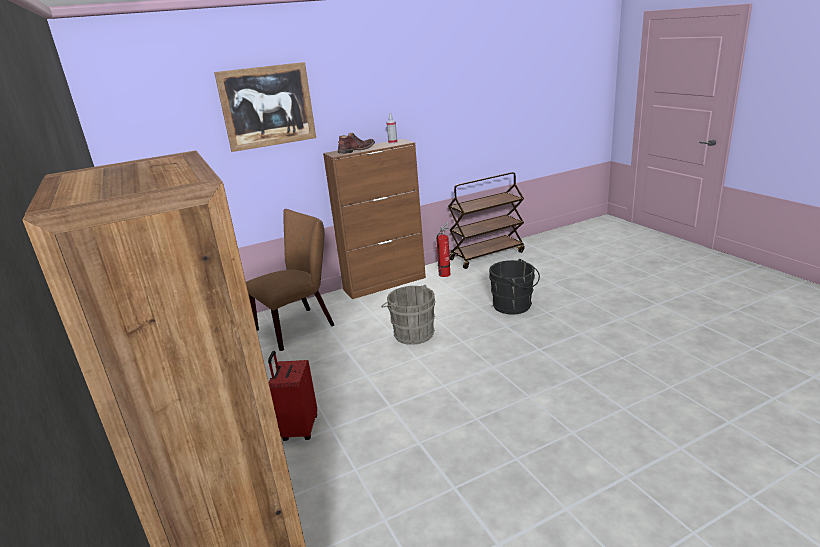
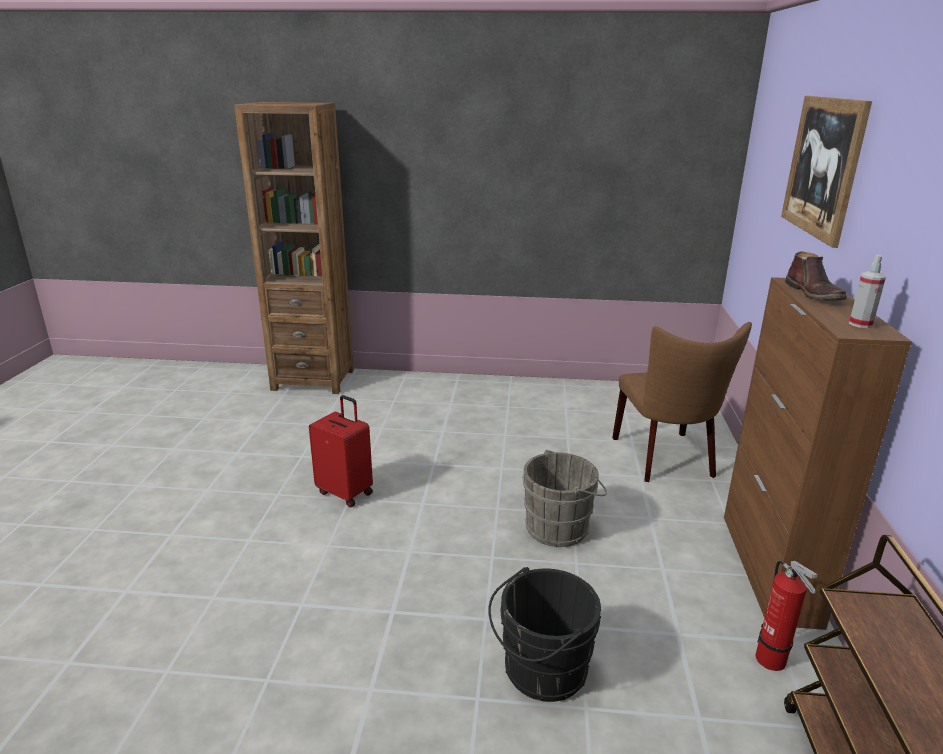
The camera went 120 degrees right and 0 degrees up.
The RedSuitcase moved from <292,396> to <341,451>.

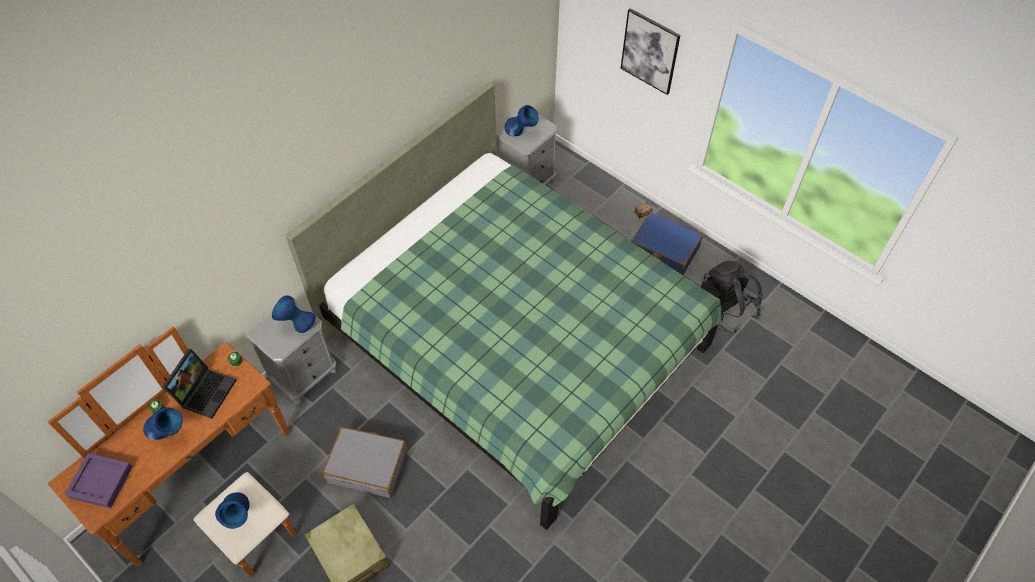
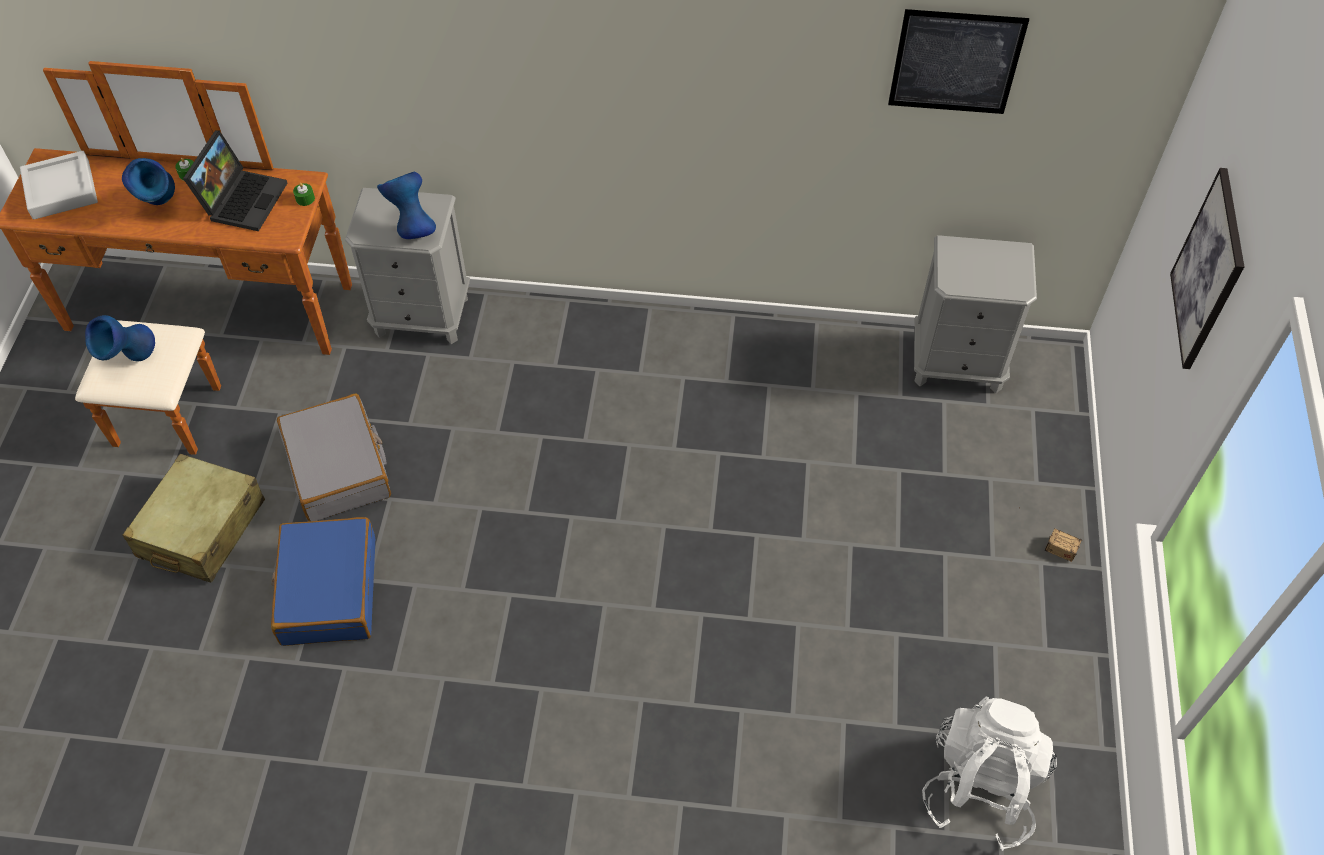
The camera went 55 degrees right and 0 degrees up.
The GreenBed at <504,306> disappeared.
The BlueVase at <522,120> disappeared.
The Picture at <958,61> appeared.
The BlueSuitcase moved from <667,243> to <323,581>.
The PurpleTray at <98,480> became the GreyTray at <59,185>.
The BlackBackpack at <731,297> became the WhiteBackpack at <989,773>.
The Laptop at <199,384> turned 60 degrees counterclockwise.

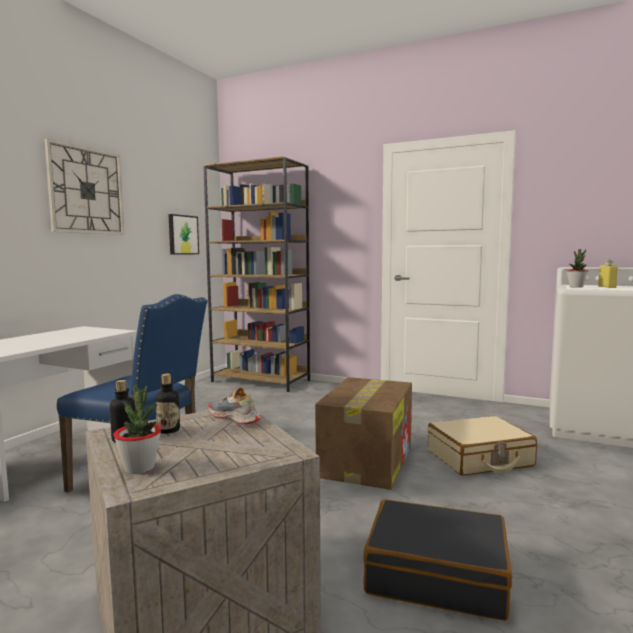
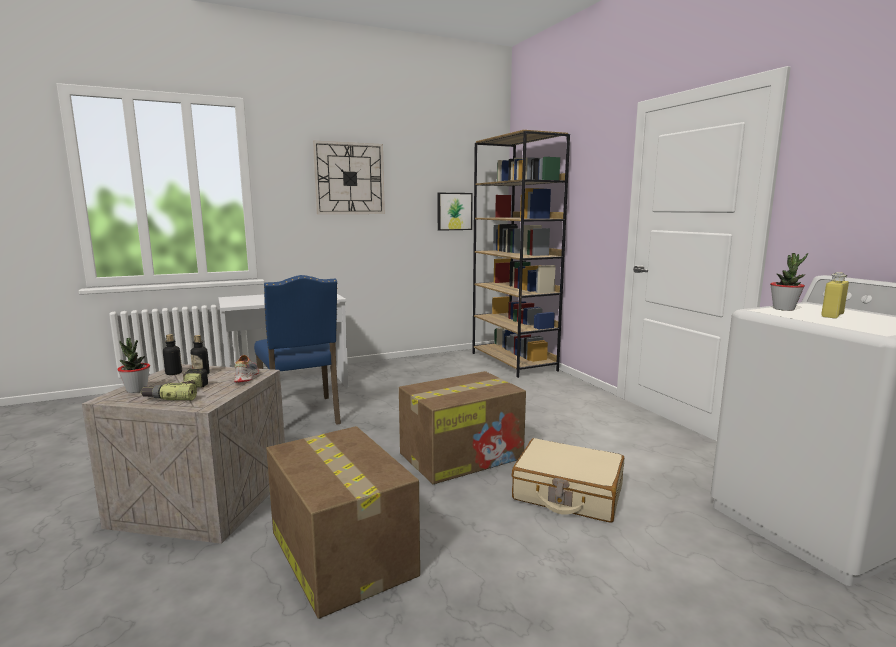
The camera went 40 degrees right and 5 degrees up.
The PowerDrill at <174,385> appeared.
The BlackSuitcase at <437,560> was replaced by the CardboardBox at <343,522>.

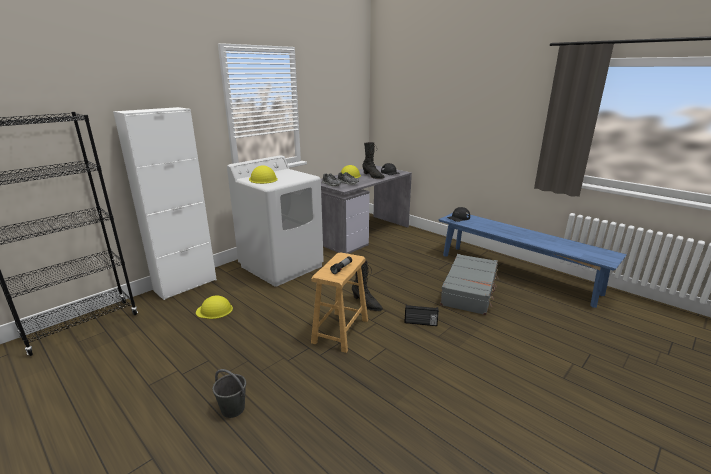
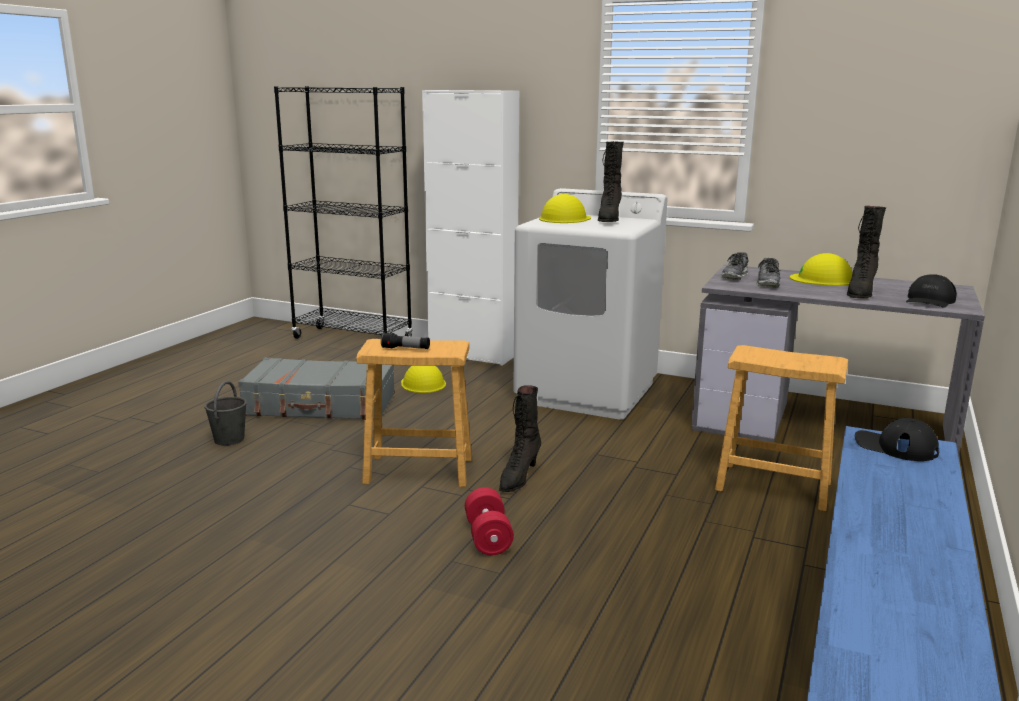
The camera went 70 degrees right and 5 degrees down.
The BlackBoot at <611,181> appeared.
The BrownStool at <781,428> appeared.
The GreySuitcase moved from <469,284> to <316,389>.
The Radio at <421,315> was replaced by the RedDumbbell at <489,521>.

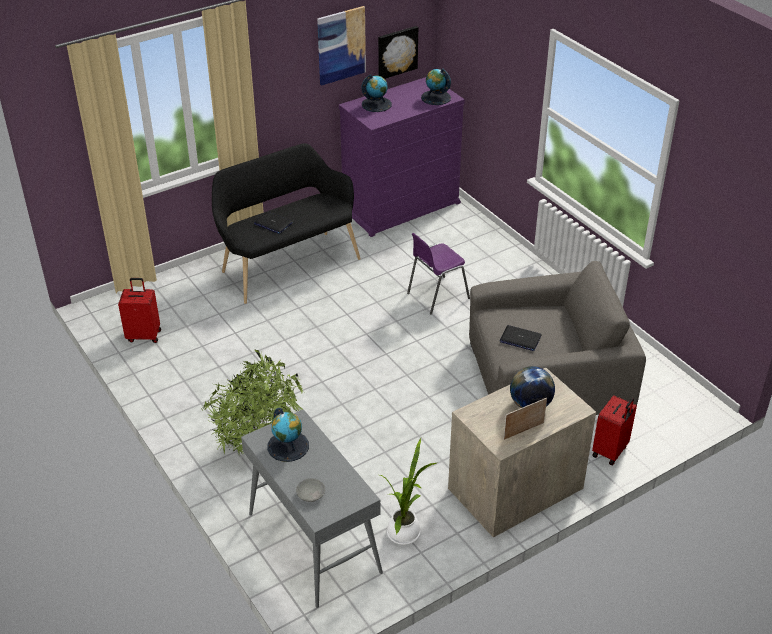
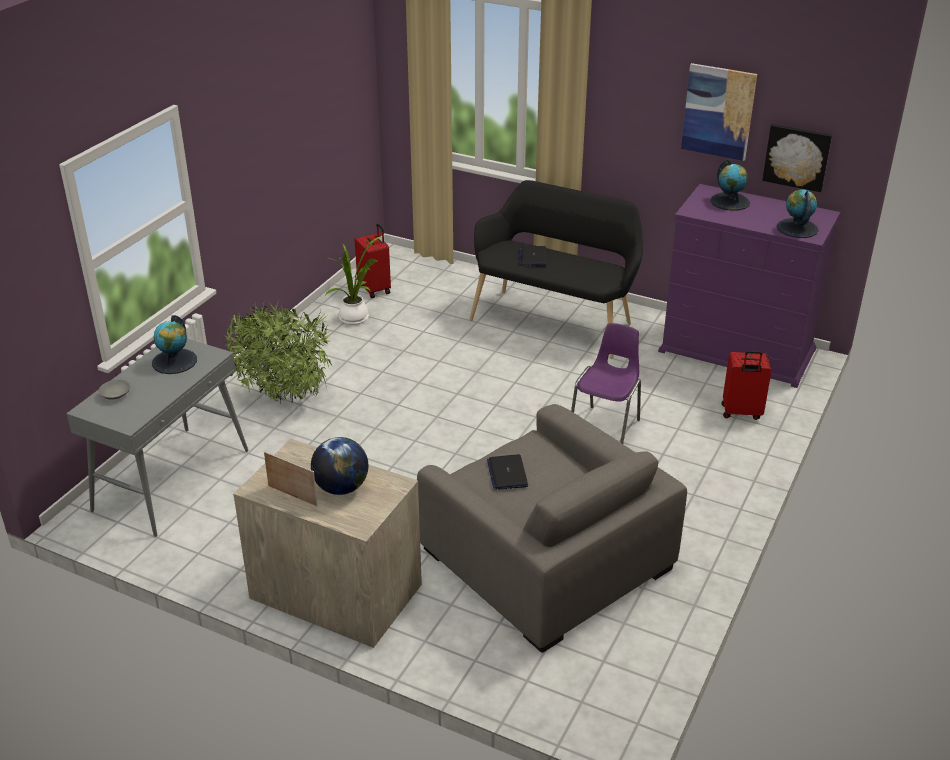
The camera went 60 degrees right and 5 degrees down.
The PottedPlant moved from <409,491> to <354,280>.
The RedSuitcase moved from <614,430> to <746,385>.
The PurpleChair at <438,274> turned 90 degrees clockwise.

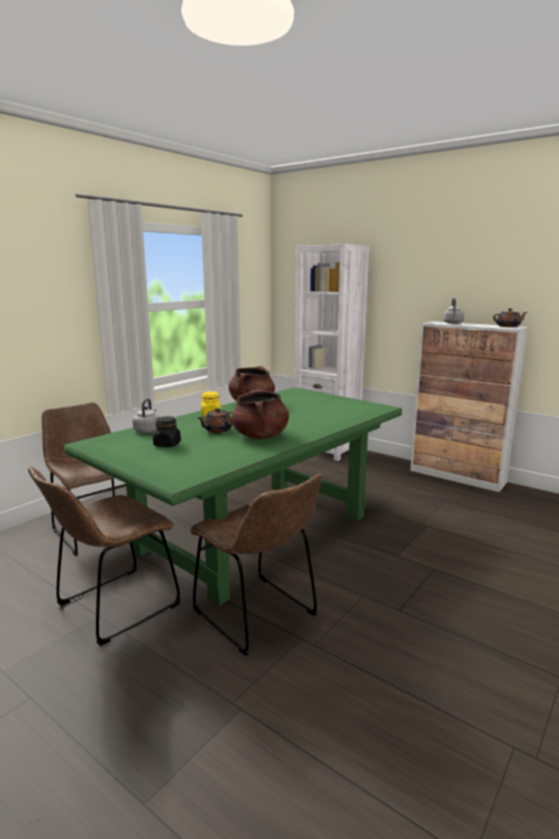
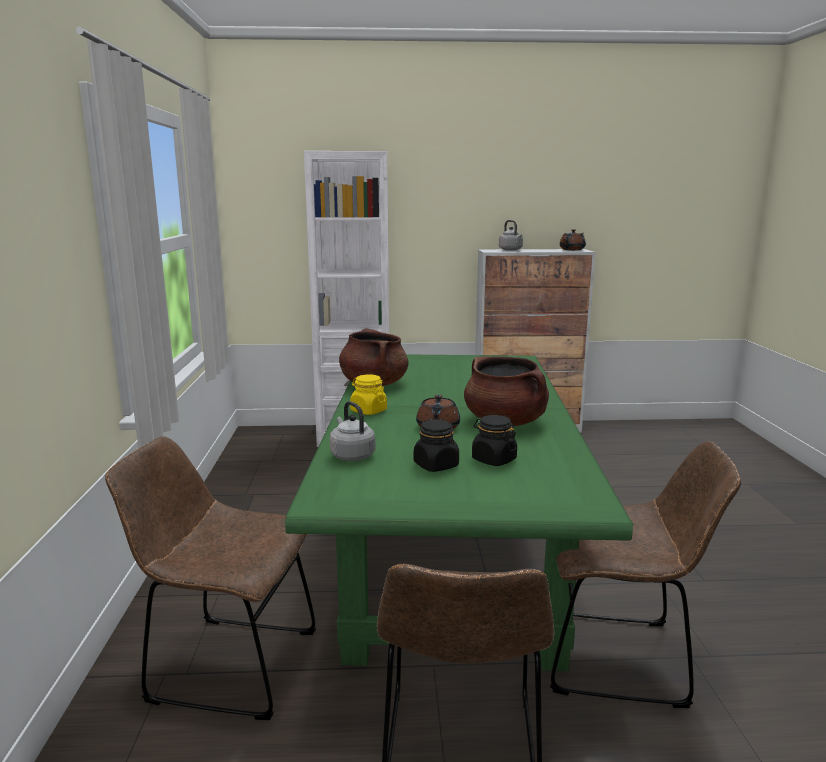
The camera went 40 degrees left and 0 degrees up.
The BlackJar at <494,440> appeared.

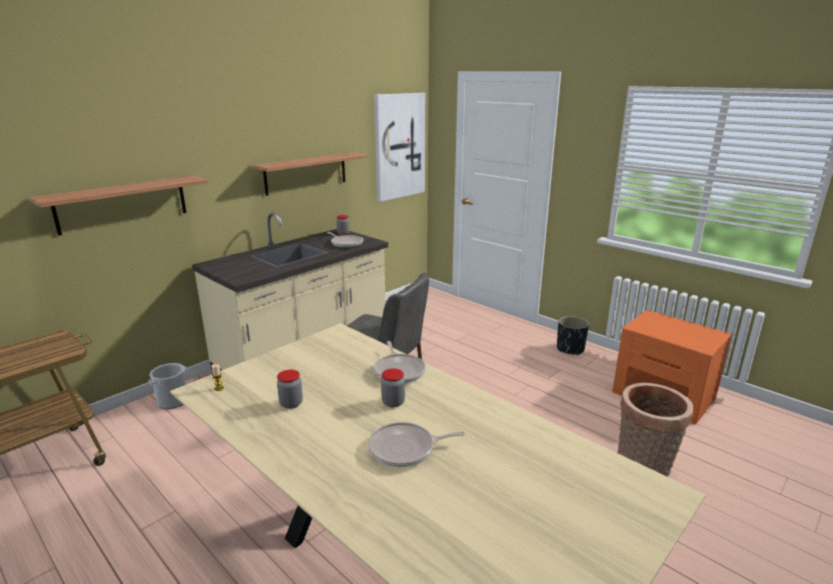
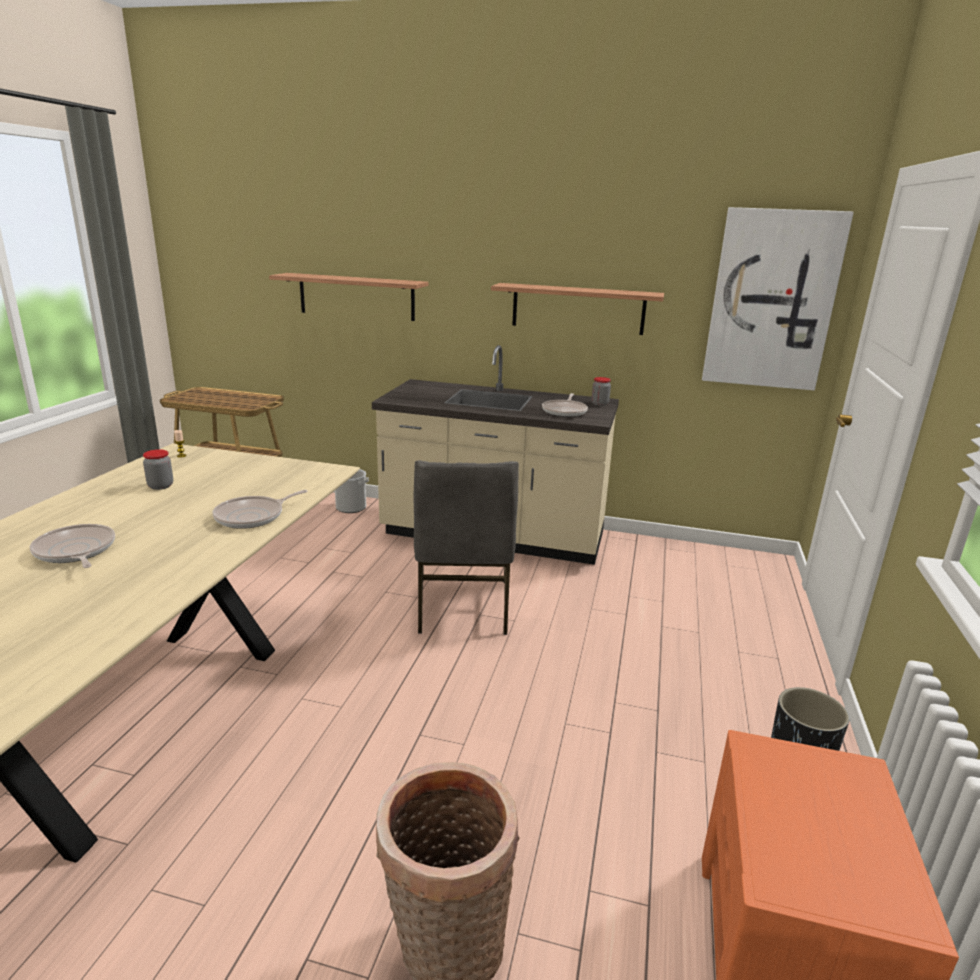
The camera went 60 degrees right and 0 degrees up.
The Jar at <393,387> disappeared.

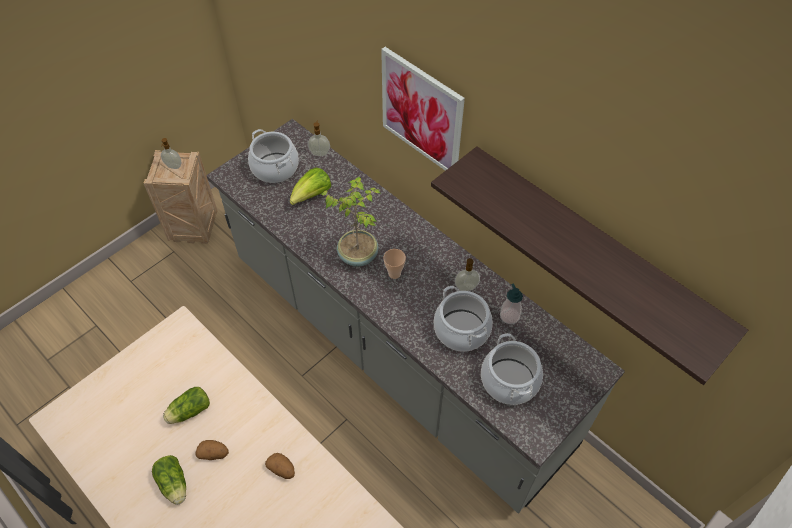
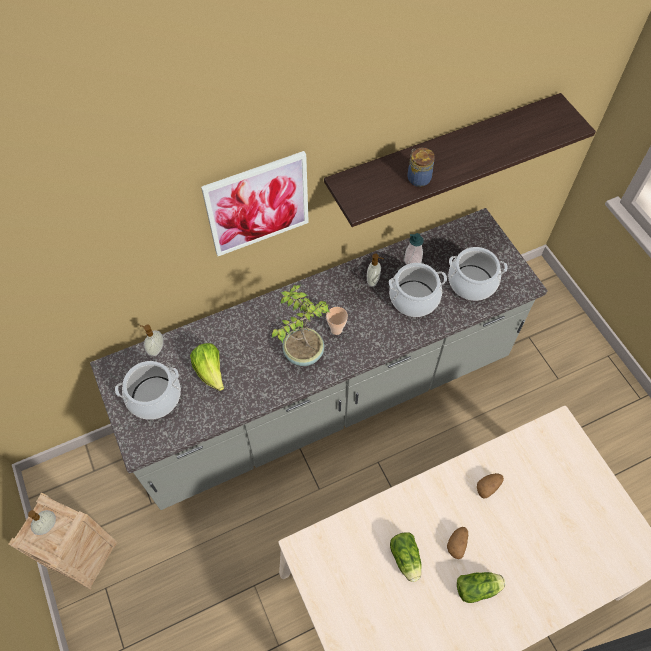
The camera went 70 degrees left and 5 degrees up.
The Jar at <421,167> appeared.

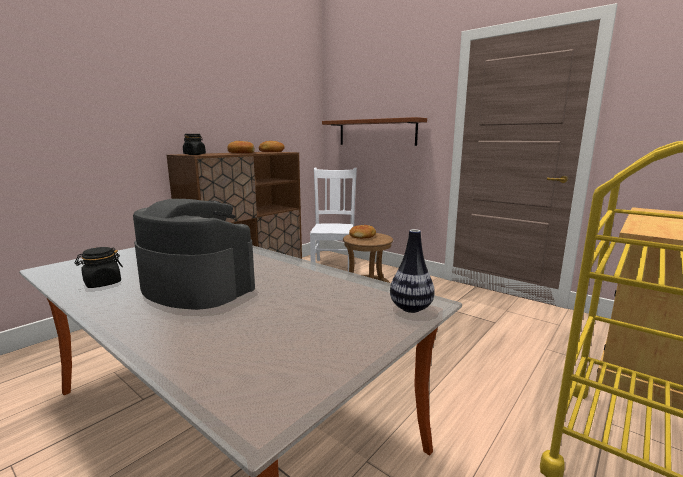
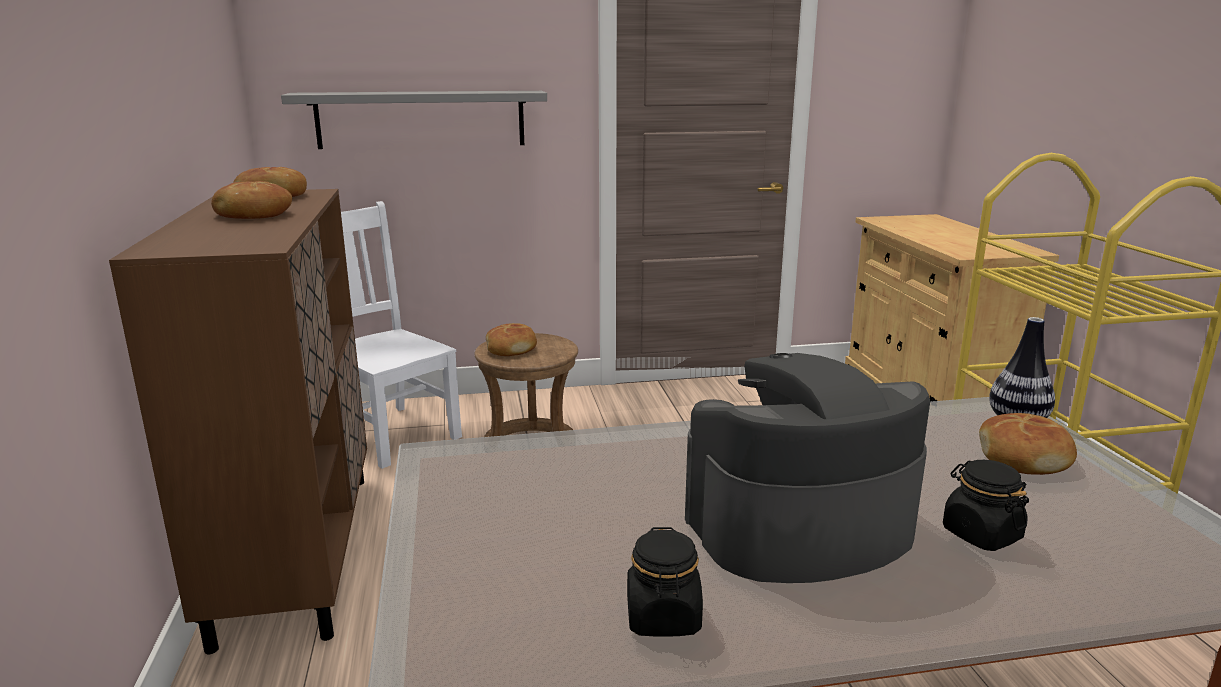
The camera went 50 degrees left and 5 degrees up.
The Bread at <1028,444> appeared.
The BlackJar moved from <194,144> to <986,505>.
The BrownShelf at <374,131> became the GreyShelf at <414,120>.

